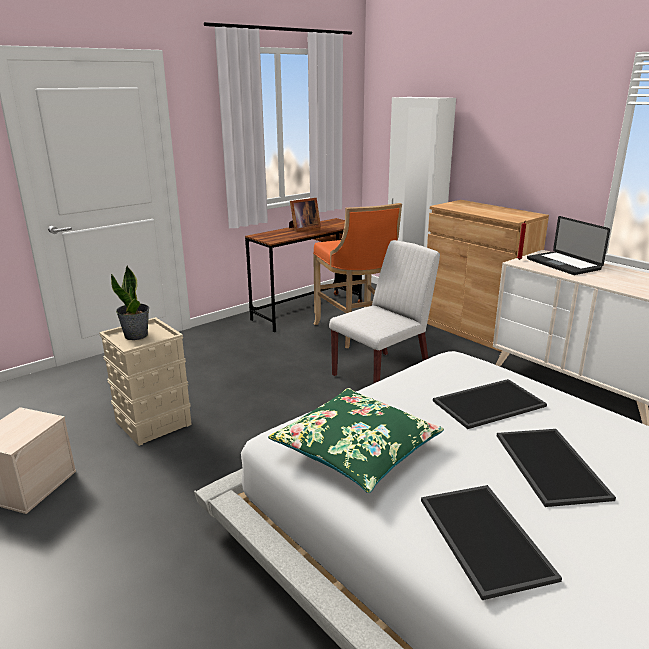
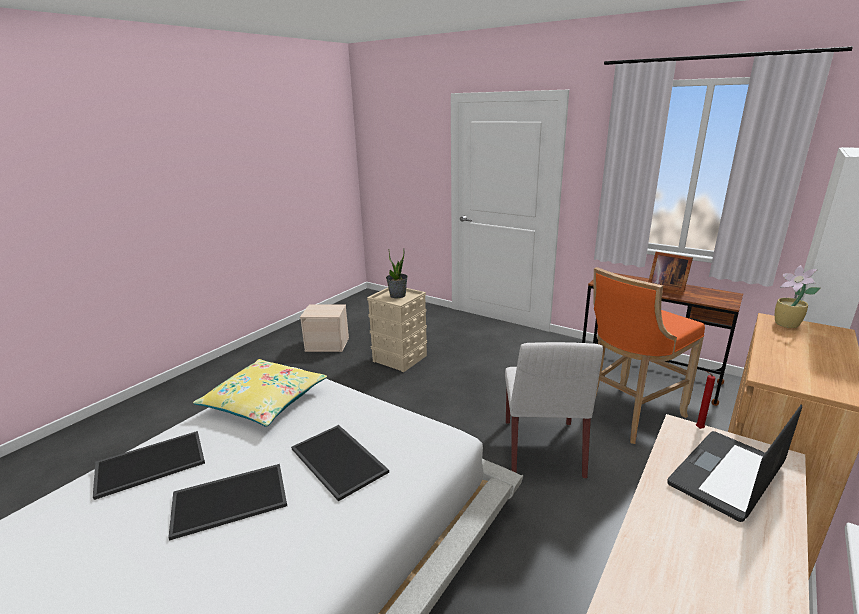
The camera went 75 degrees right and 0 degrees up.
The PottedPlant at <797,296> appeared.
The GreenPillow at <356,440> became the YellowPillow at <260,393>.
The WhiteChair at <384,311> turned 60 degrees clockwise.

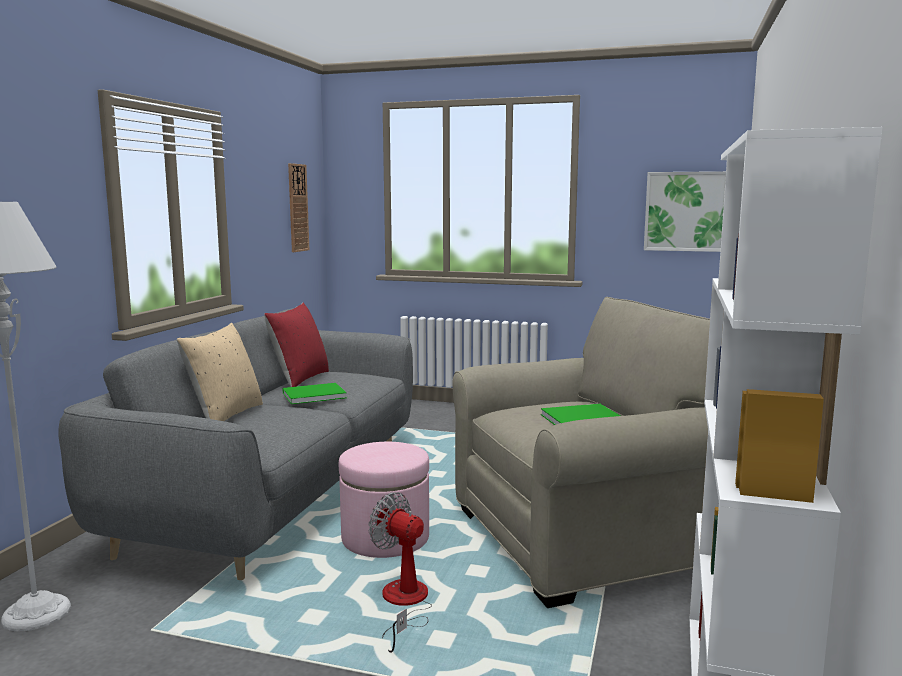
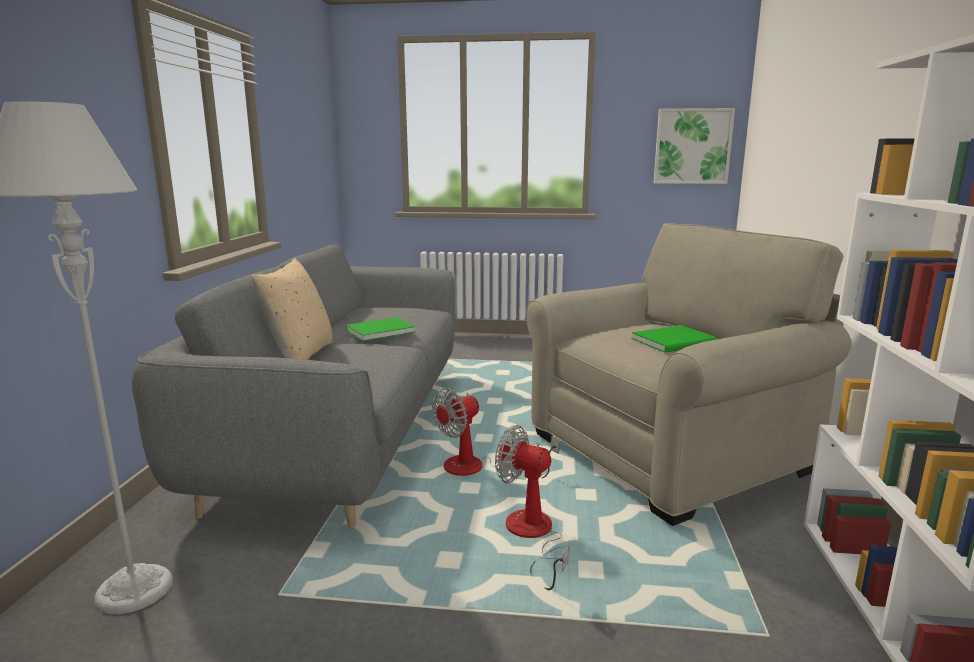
The camera went 10 degrees left and 5 degrees up.
The RedPillow at <296,345> disappeared.
The WallClock at <298,207> disappeared.
The PinkOttoman at <384,500> was replaced by the Fan at <496,433>.

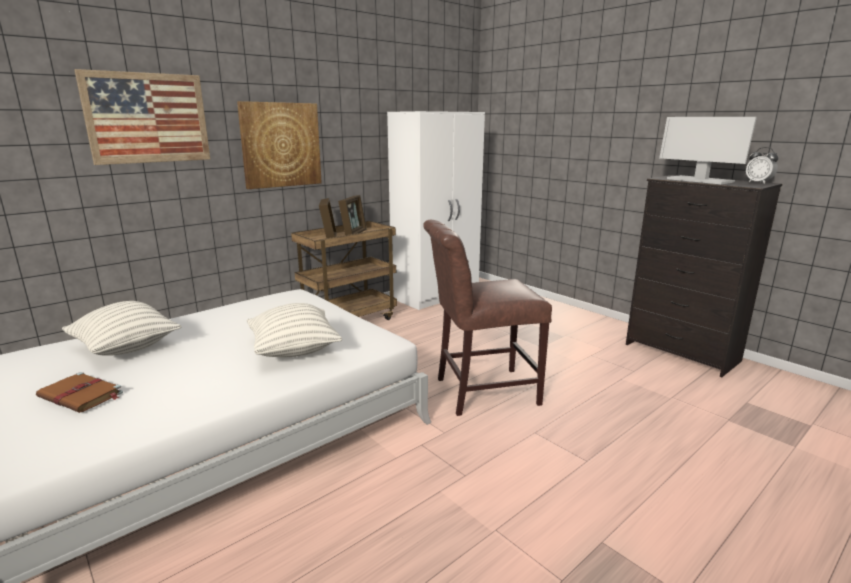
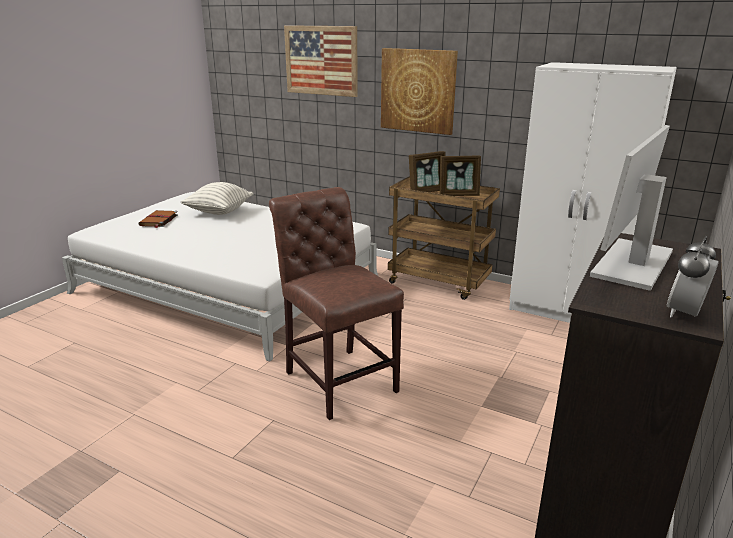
The camera went 70 degrees right and 5 degrees up.
The Pillow at <294,330> disappeared.

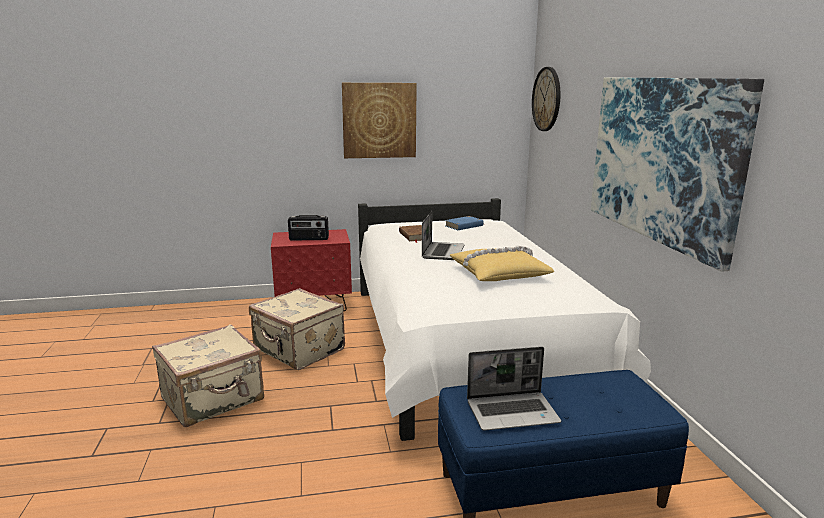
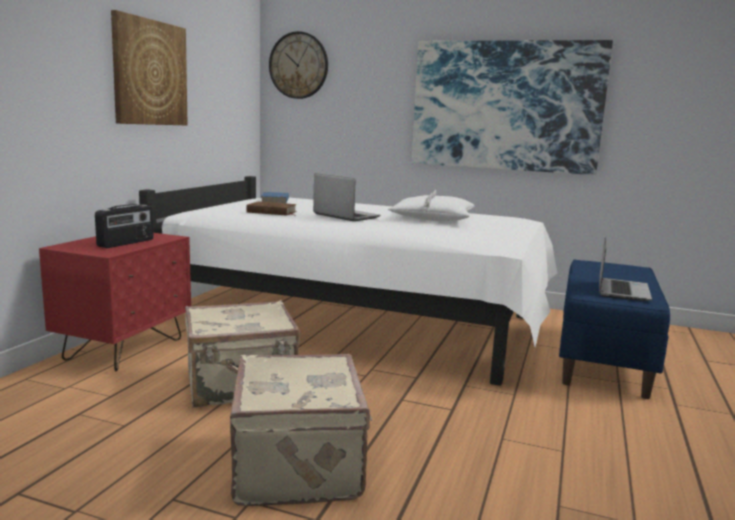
The camera went 60 degrees left and 5 degrees down.
The YellowPillow at <502,263> became the WhitePillow at <431,205>.

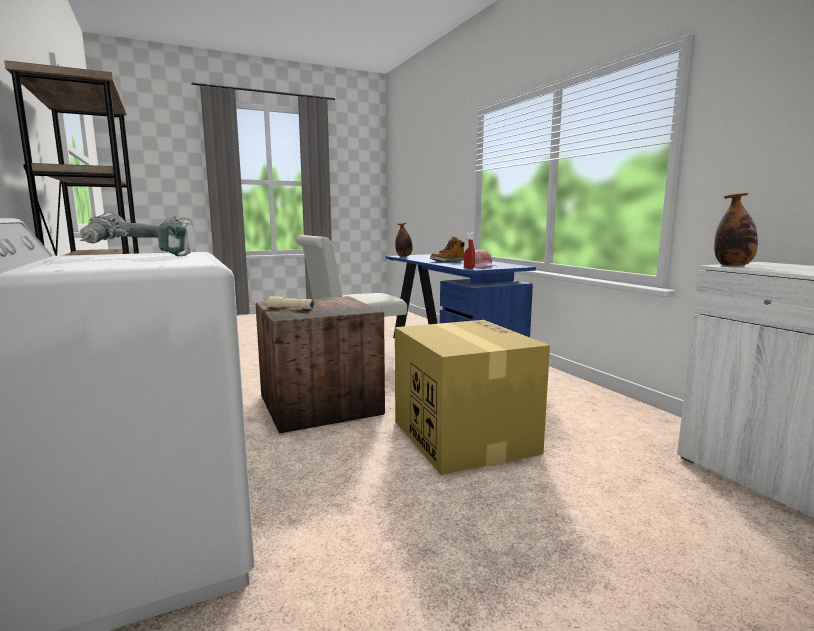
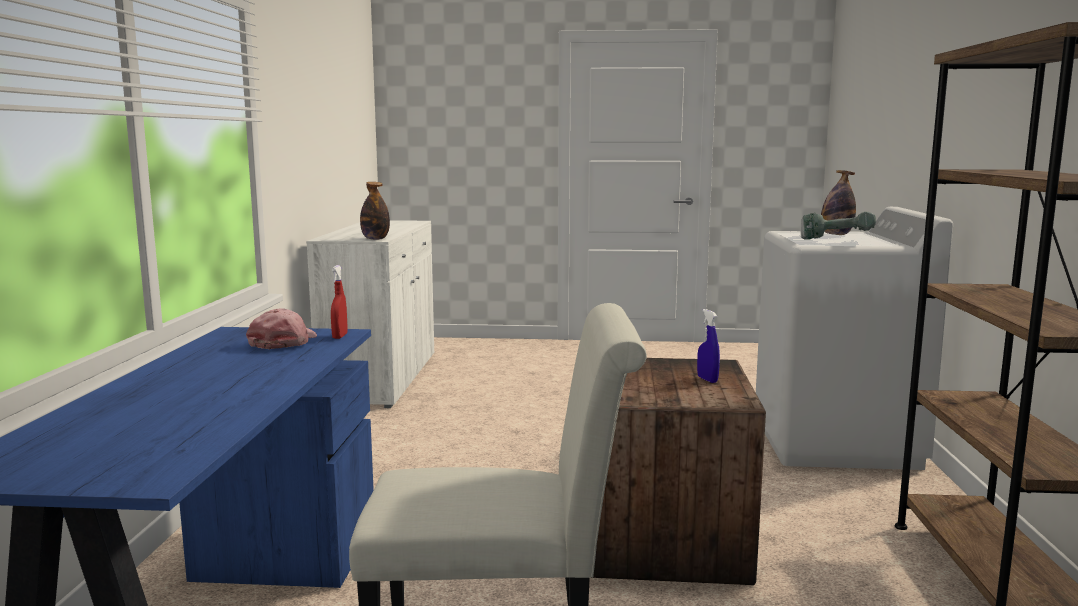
The camera went 150 degrees left and 0 degrees up.
The CardboardBox at <472,397> disappeared.
The Boot at <447,249> disappeared.
The Bottle moved from <404,239> to <838,202>.
The BeigeFlashlight at <290,302> was replaced by the BlueSprayBottle at <708,346>.

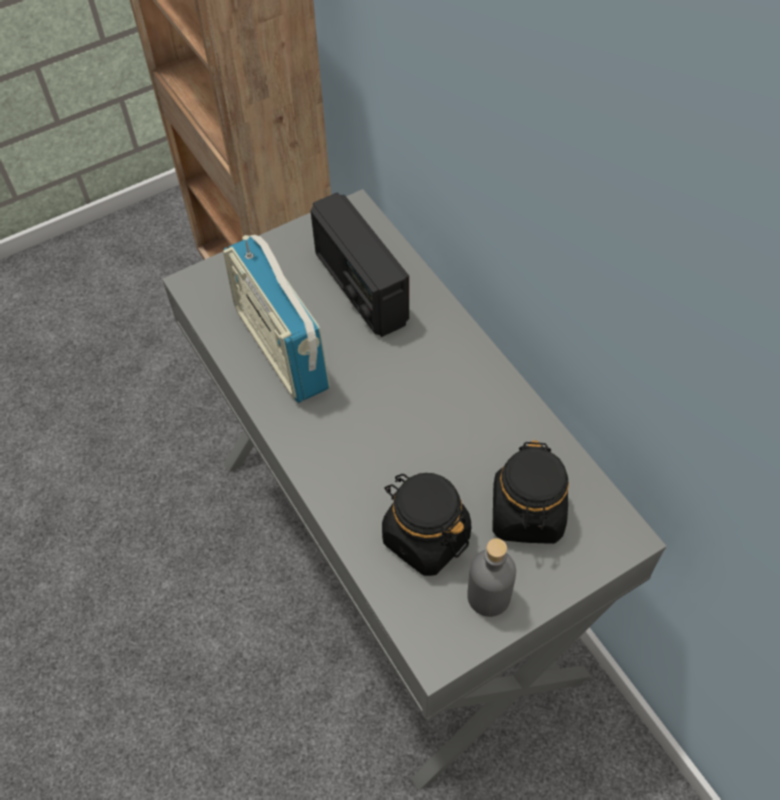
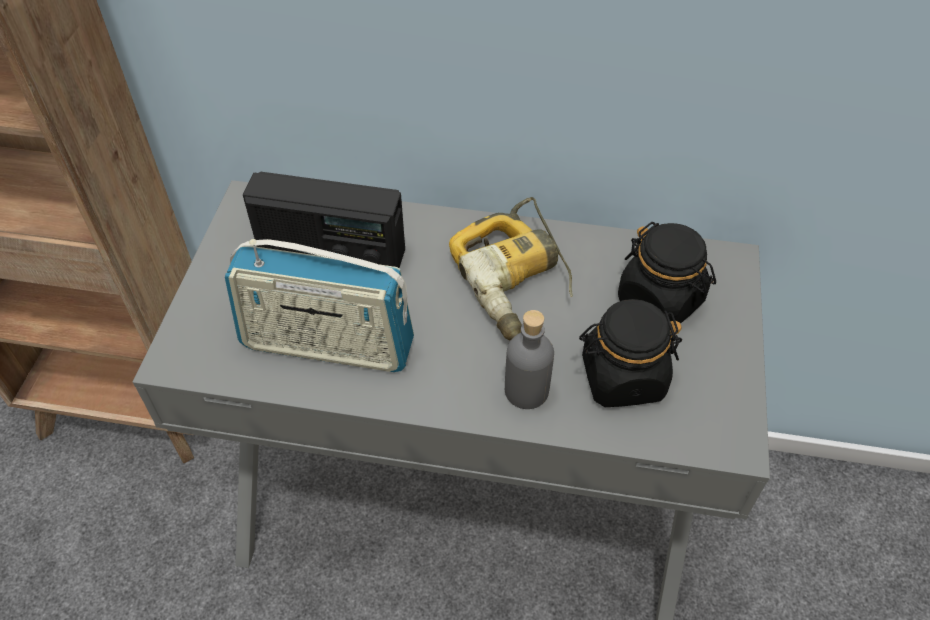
The camera went 50 degrees left and 5 degrees down.
The PowerDrill at <511,269> appeared.
The GreyBottle moved from <491,577> to <529,359>.

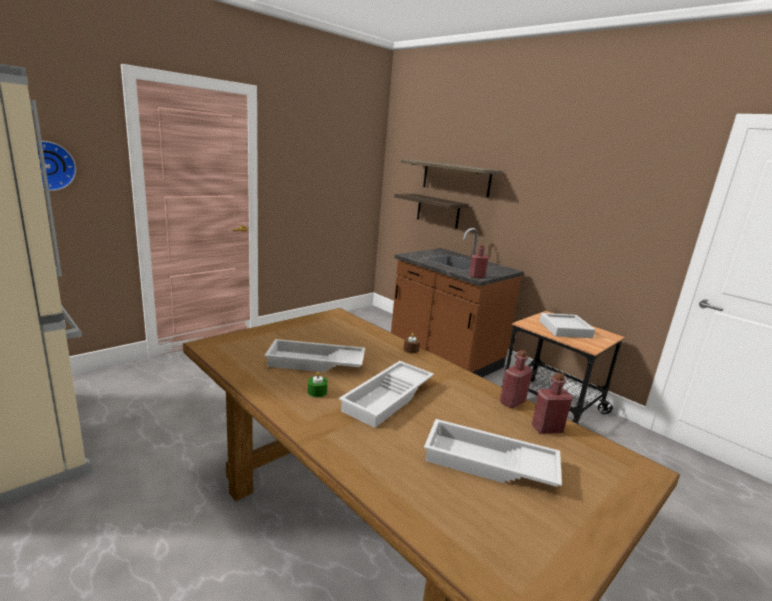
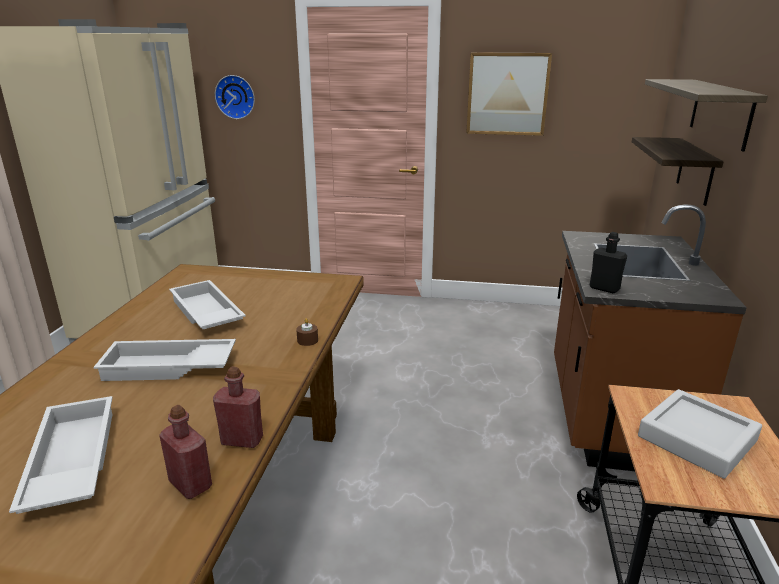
The camera went 55 degrees right and 5 degrees up.
The GreenCandle at <318,384> disappeared.
The Picture at <509,94> appeared.
The RedBottle at <479,261> became the BlackBottle at <608,262>.

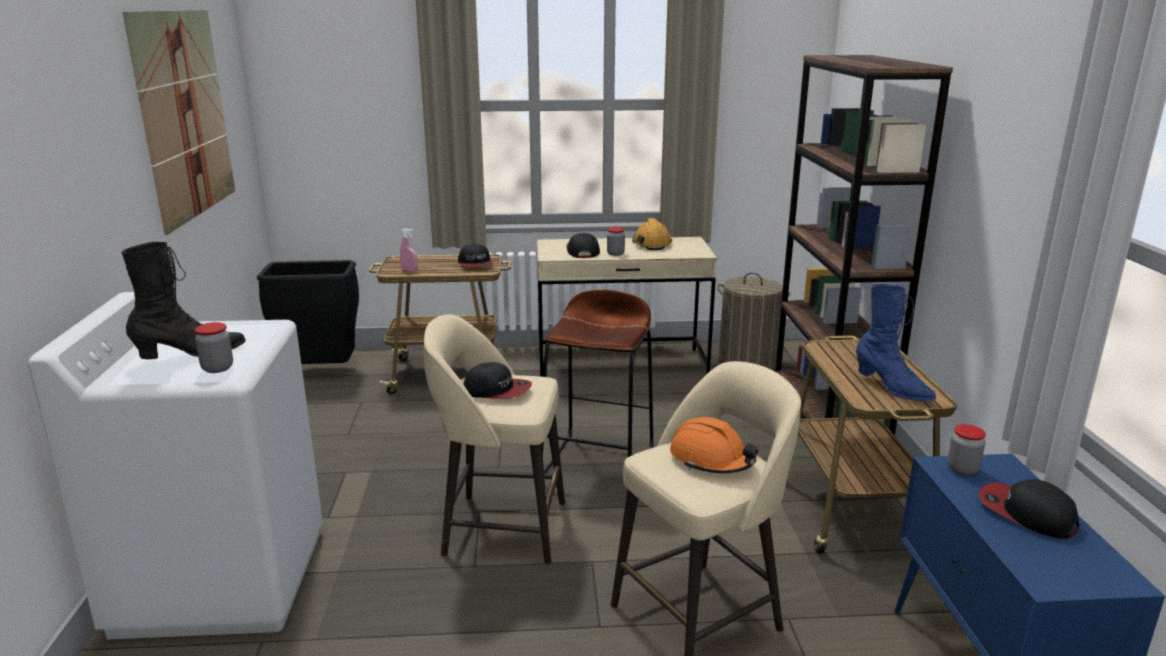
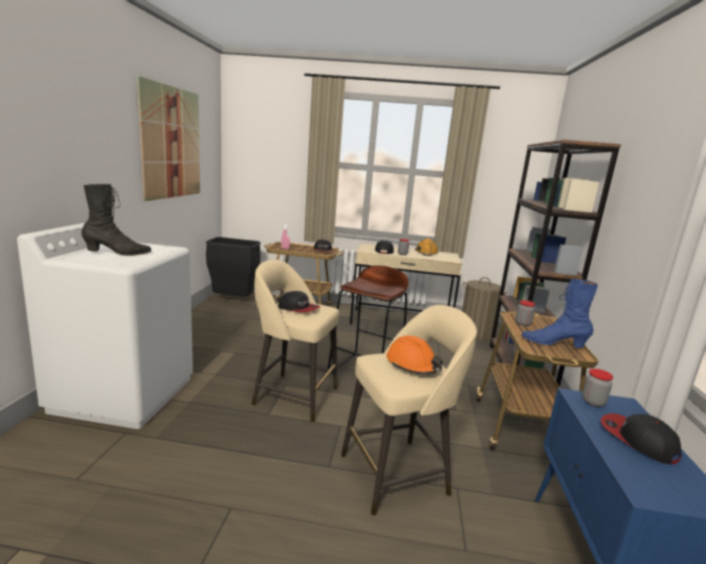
The camera went 10 degrees right and 5 degrees down.
The Jar moved from <214,347> to <525,313>.
The BlueBoot at <896,343> turned 135 degrees clockwise.

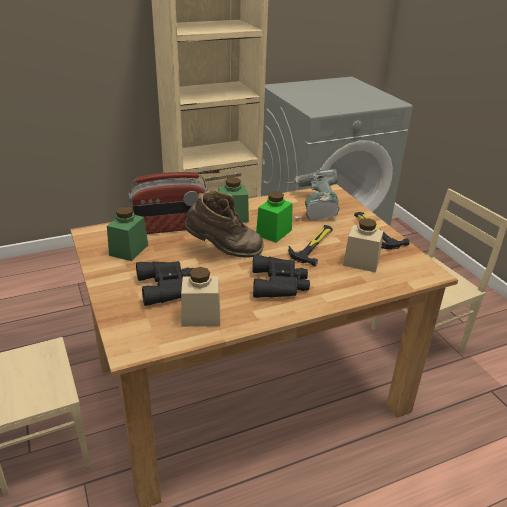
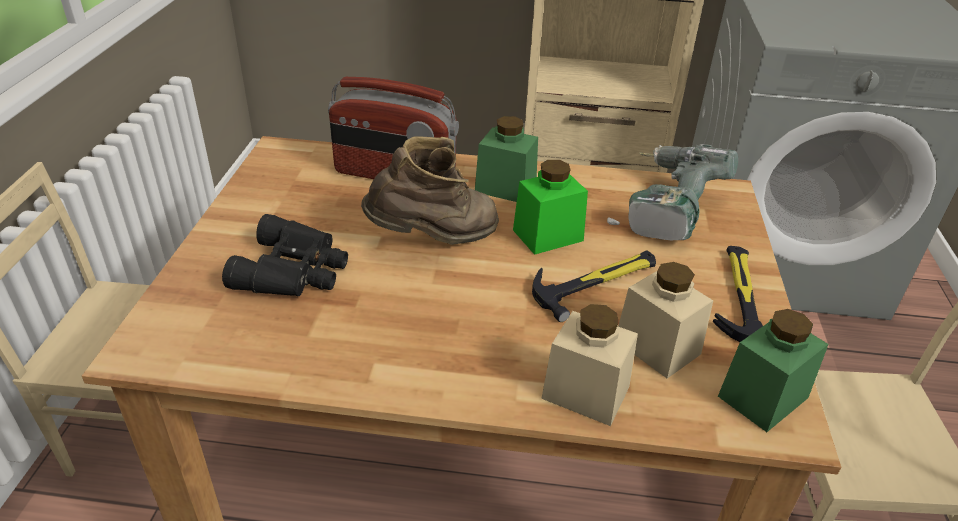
The camera went 30 degrees right and 5 degrees up.
The BlackBinoculars at <281,276> disappeared.
The GreenJar moved from <127,234> to <773,370>.
The BeigeJar moved from <200,297> to <589,365>.
The BrownBoot at <224,224> turned 60 degrees counterclockwise.

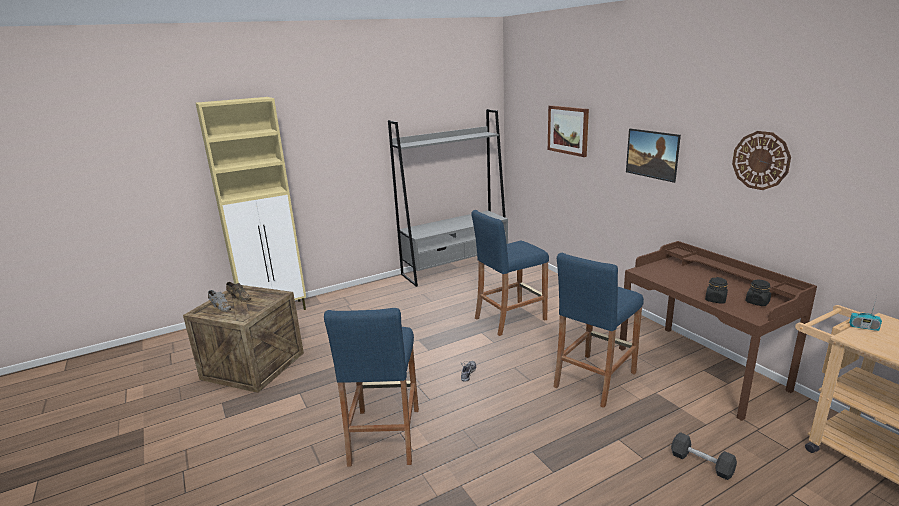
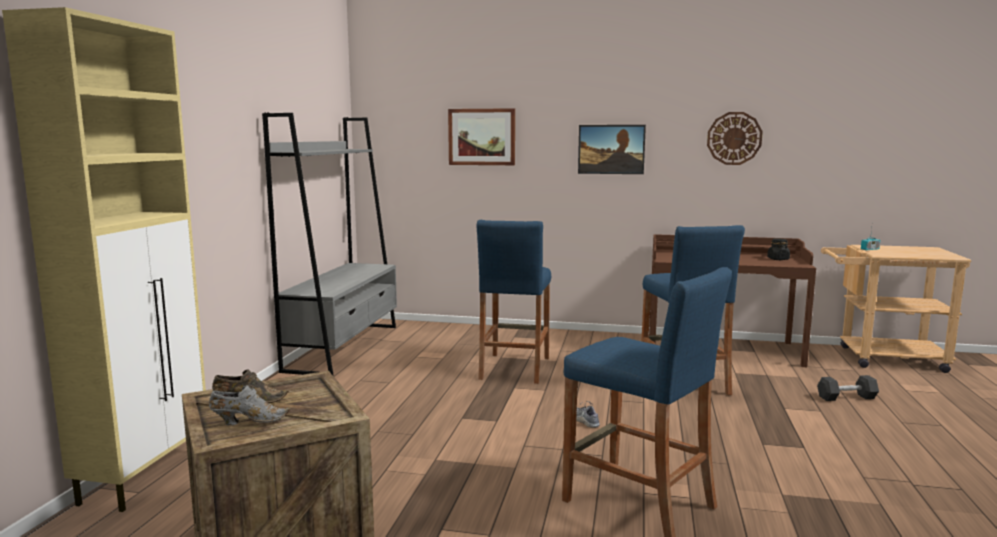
The camera went 50 degrees left and 10 degrees down.
The BlackJar at <716,290> disappeared.

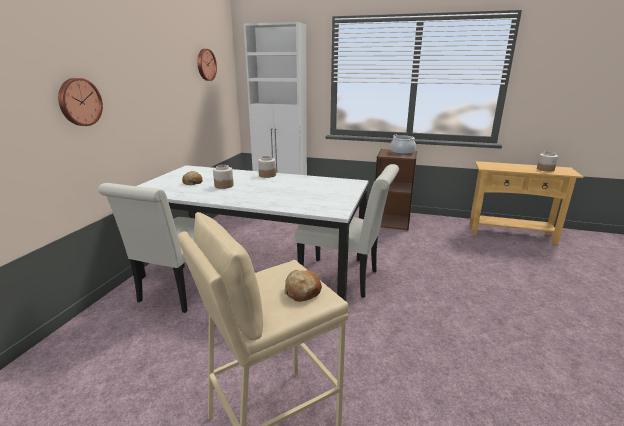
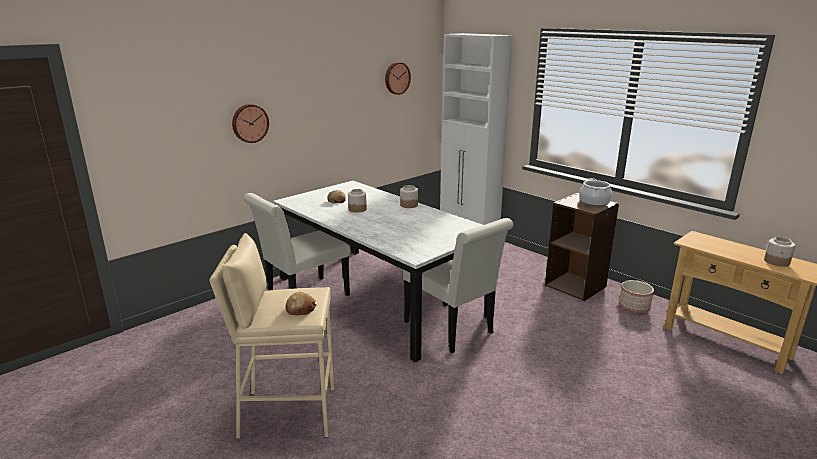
The camera went 30 degrees right and 0 degrees up.
The Planter at <636,296> appeared.

